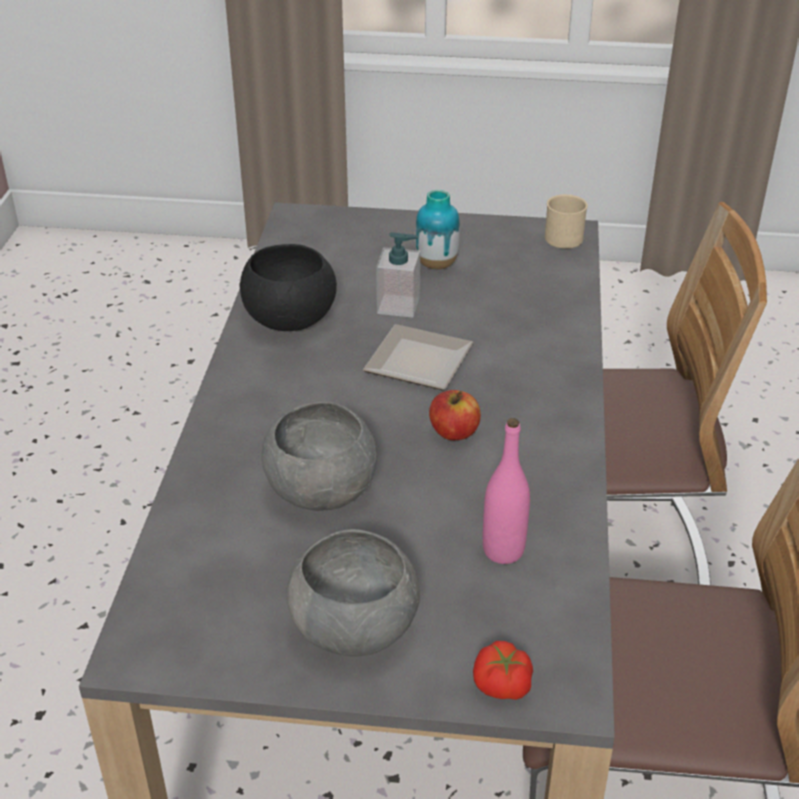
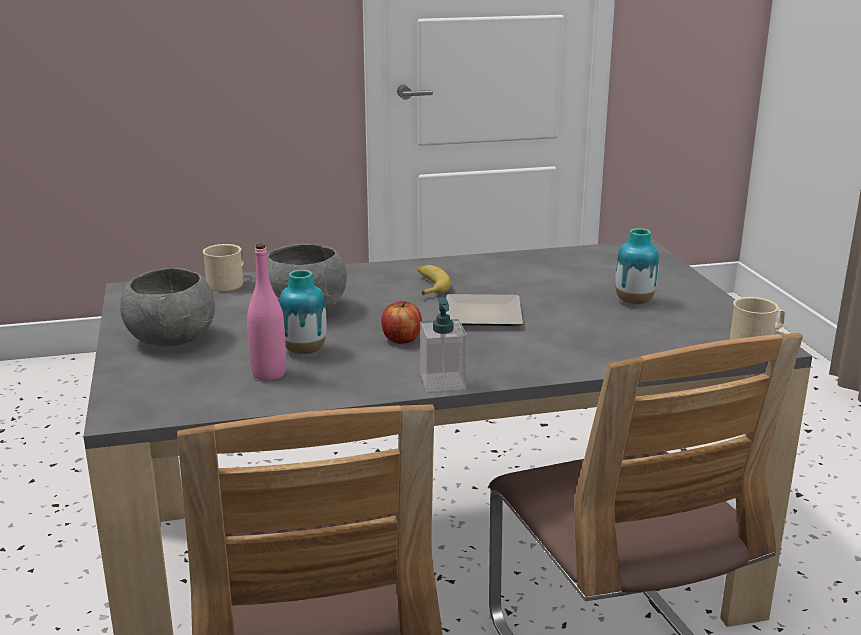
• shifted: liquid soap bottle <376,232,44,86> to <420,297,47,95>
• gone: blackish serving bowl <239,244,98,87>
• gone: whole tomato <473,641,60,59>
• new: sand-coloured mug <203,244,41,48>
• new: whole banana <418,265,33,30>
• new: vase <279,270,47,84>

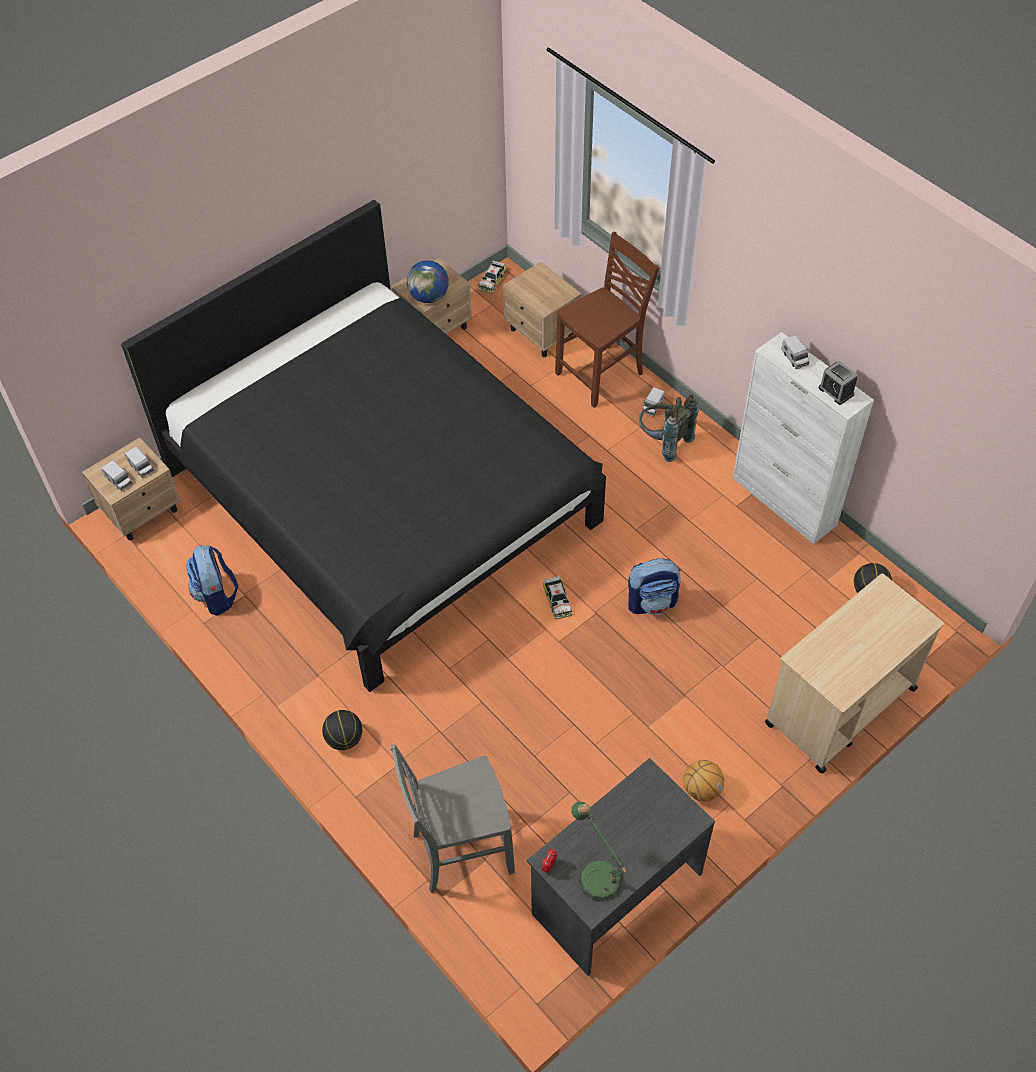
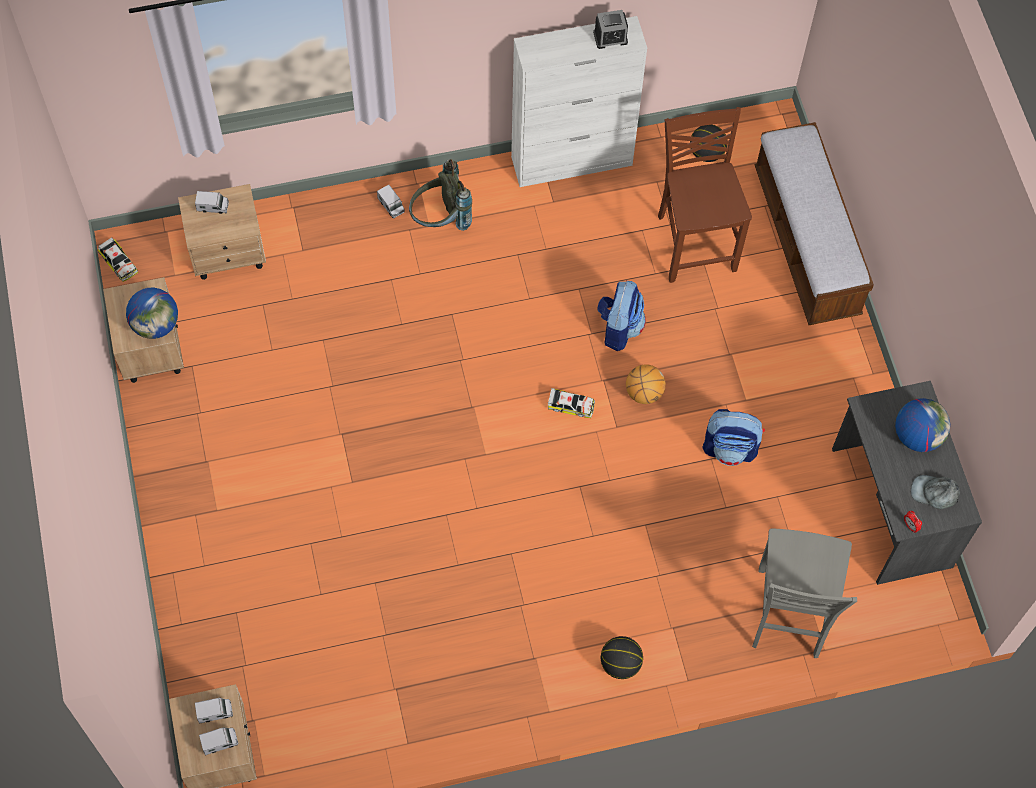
• gone: blackish sleeping bed <121,200,485,492>
• shifted: brown-coloured plain chair <555,232,104,176> to <658,107,94,176>
• shifted: model truck <781,335,28,34> to <195,191,34,23>
• shifted: knapsack <186,545,52,71> to <702,409,63,57>
• swapped: sand-coloured cart <765,573,179,201> to long seat <755,122,119,203>
• shifted: basketball ball <683,760,41,42> to <626,364,40,40>
• swapped: table lamp <571,801,57,101> to gray cap <911,475,49,34>
• new: desk globe <895,398,55,54>

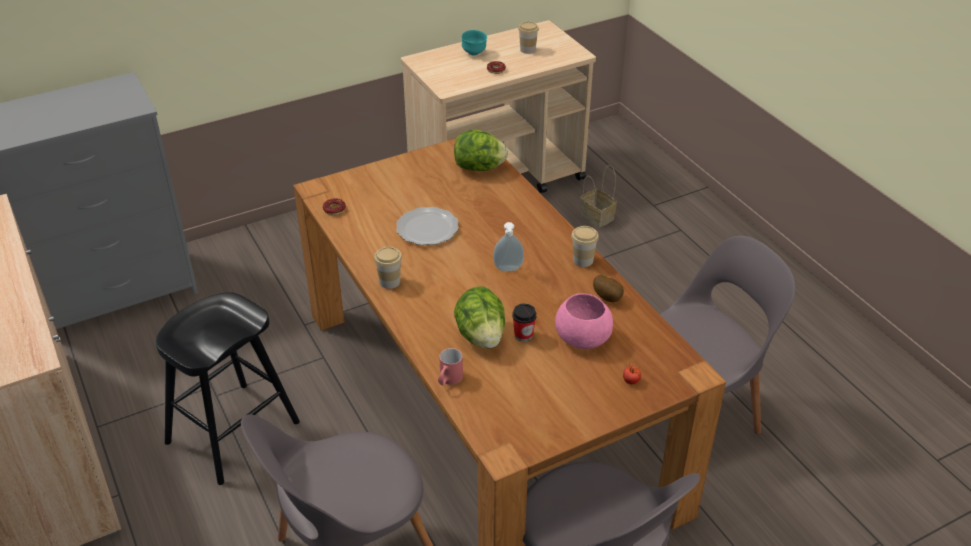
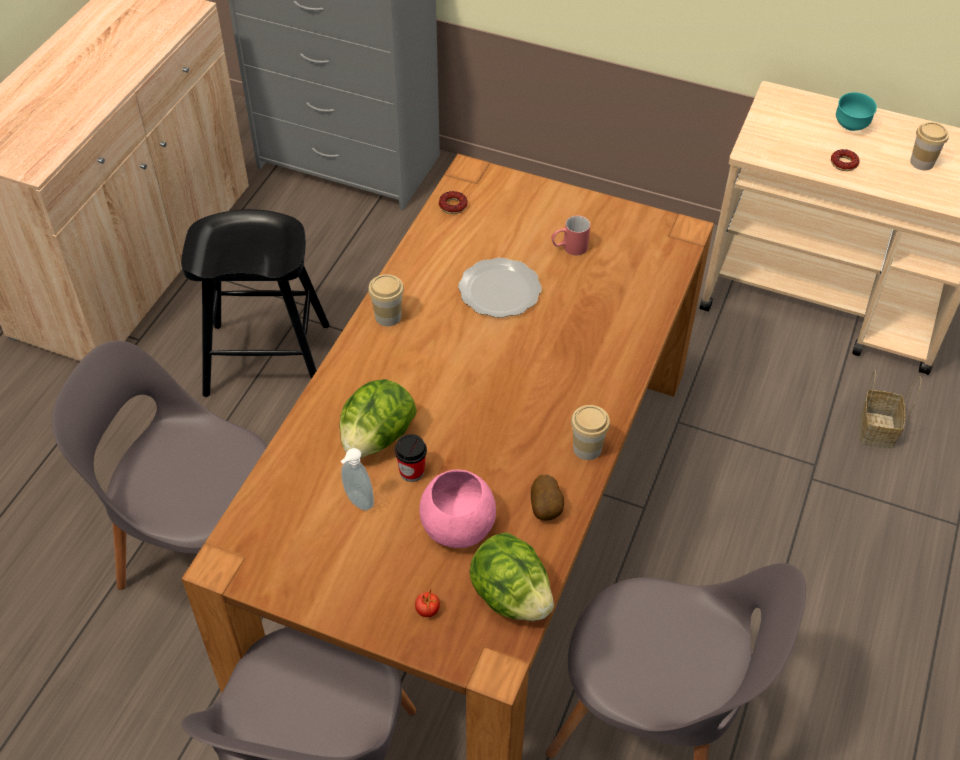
• shifted: lettuce head <454,130,54,41> to <469,533,85,88>
• shifted: liquid soap bottle <493,222,31,49> to <341,448,33,63>
• shifted: reddish mug <438,348,25,37> to <551,216,39,39>

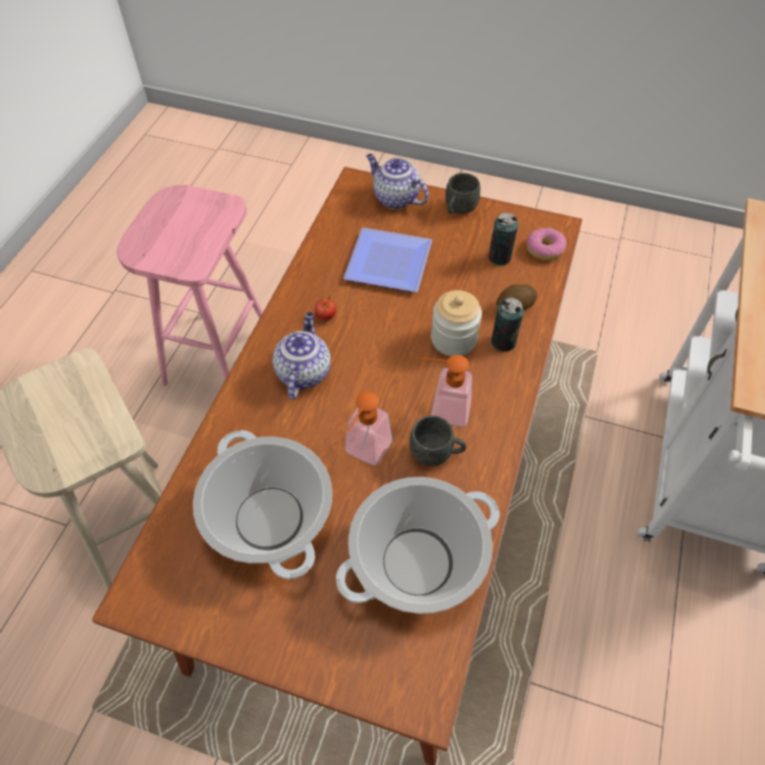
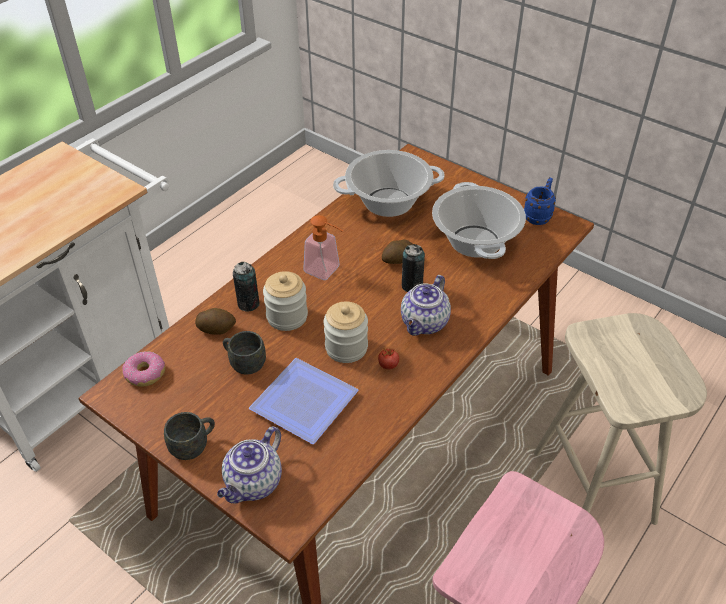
• rotated: teapot <366,154,63,55> = <217,427,65,77> 60 degrees clockwise
• shifted: sealed can <489,212,29,54> to <401,244,24,48>
• swapped: liquid soap bottle <345,392,47,73> to potato <382,240,31,24>
• shifted: gray mug <410,415,57,51> to <223,331,43,44>
• new: bluish mug <524,177,32,48>
• new: jar <323,301,45,62>

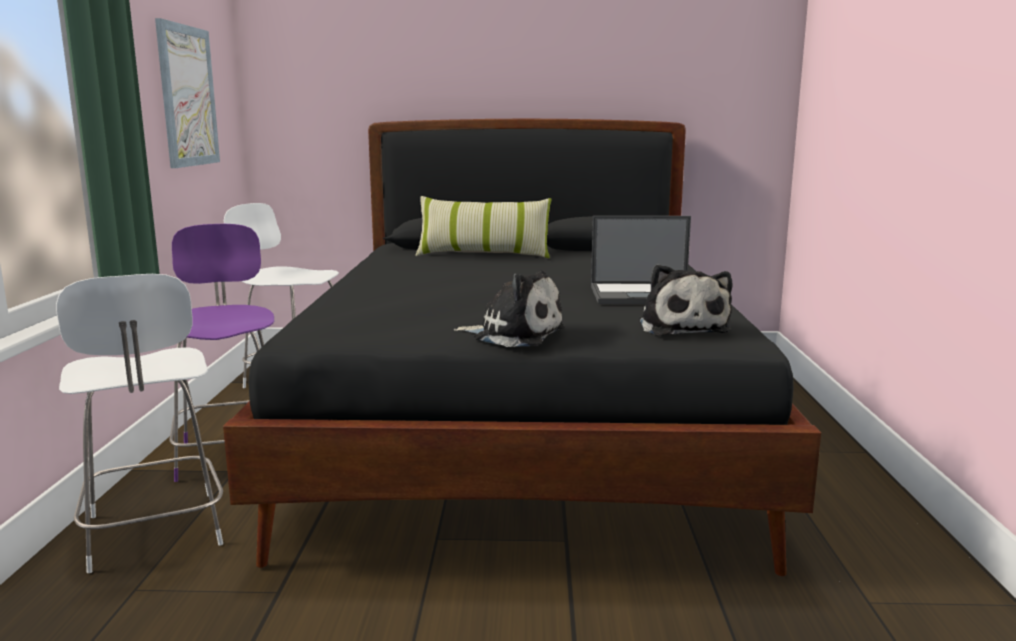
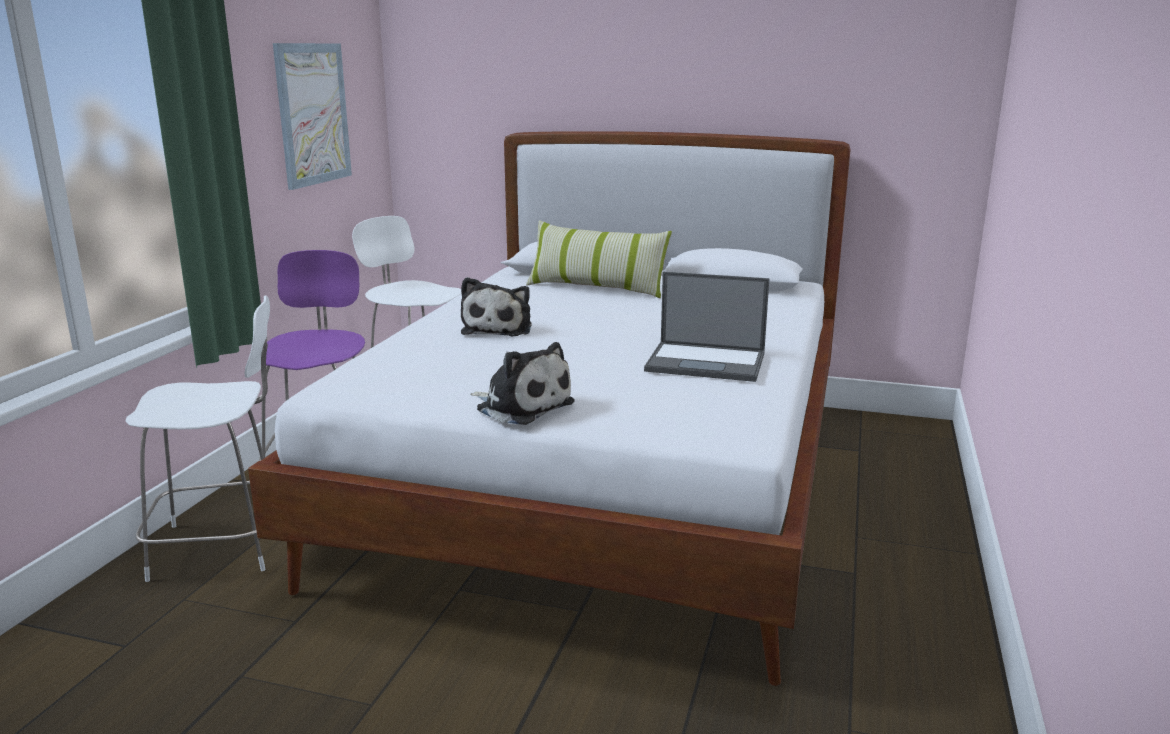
• repainted: blackish sleeping bed <223,119,598,457> to white-coloured sleeping bed <248,131,603,555>
• shifted: plush toy <639,264,94,72> to <461,277,70,59>
• rotated: white-coloured plain chair <56,274,167,299> = <125,295,145,287> 90 degrees counterclockwise

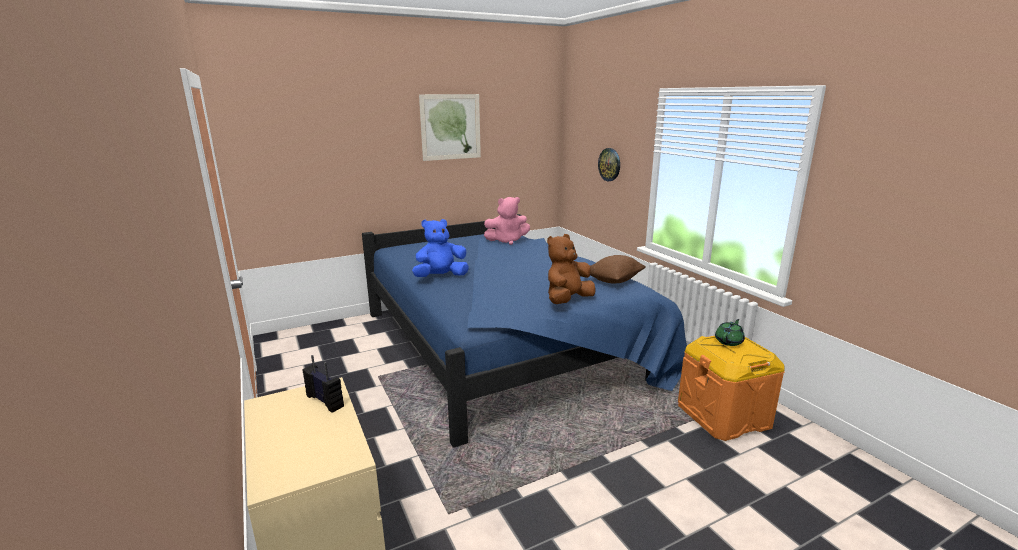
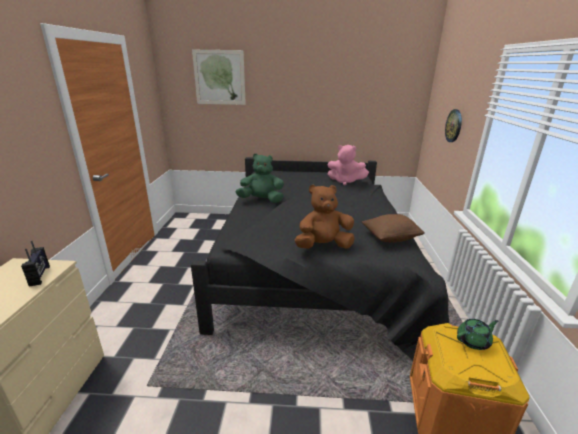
• shifted: wall art <419,94,62,67> to <192,50,54,55>
• repainted: bluish sleeping bed <362,214,325,234> to blackish sleeping bed <191,157,259,203>
• repainted: bluish plush toy <412,219,57,58> to greenish plush toy <236,153,48,50>

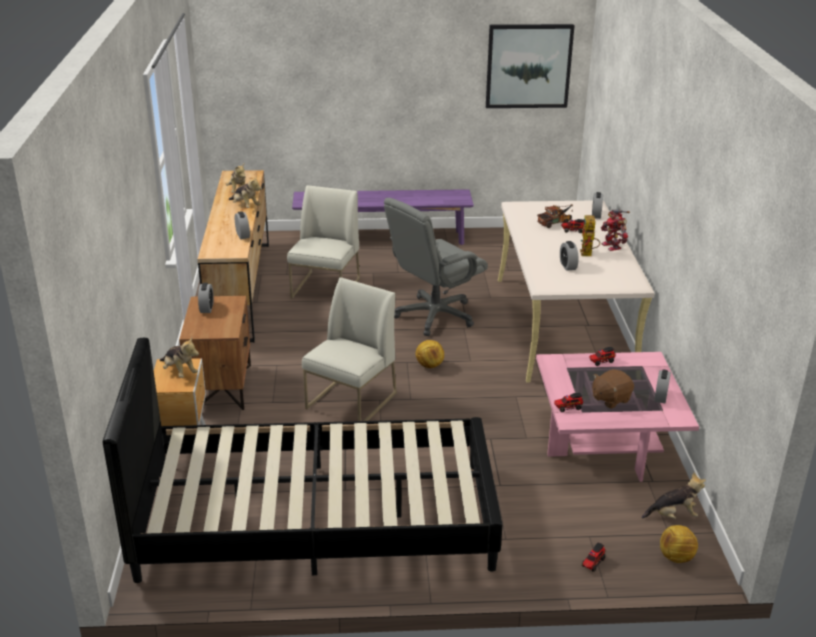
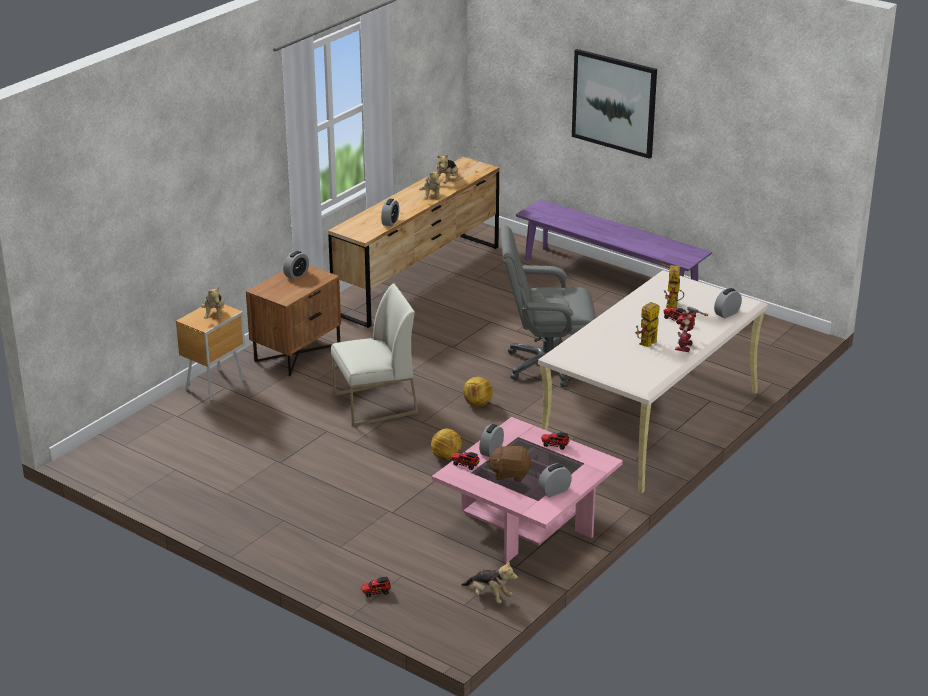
• shifted: wall art <486,24,89,84> to <572,49,85,110>
• gone: white-coloured plain chair <287,185,73,114>
• swapped: model truck <537,204,36,24> to robot figure <664,265,20,43>
• shifted: alarm clock <560,241,19,30> to <479,424,25,33>
• gone: blackish sleeping bed <103,338,400,245>
• shifted: football <660,525,38,38> to <431,429,31,31>

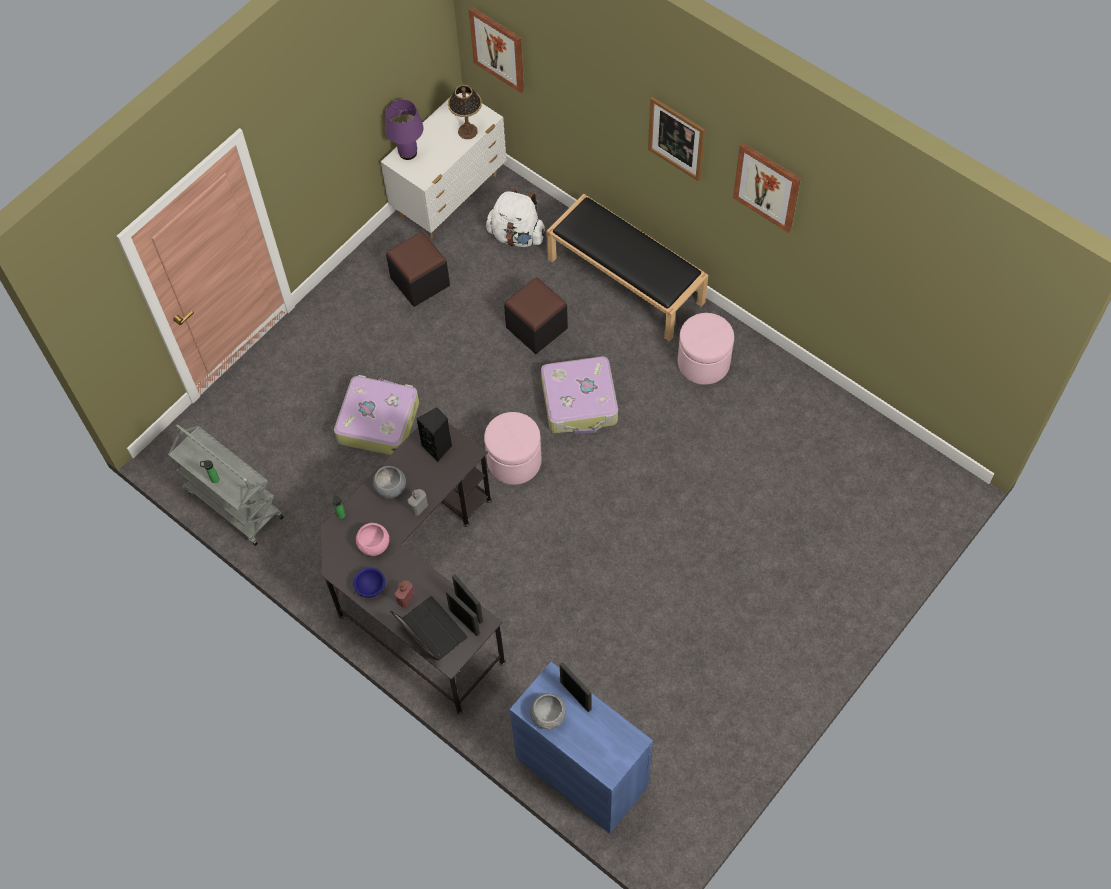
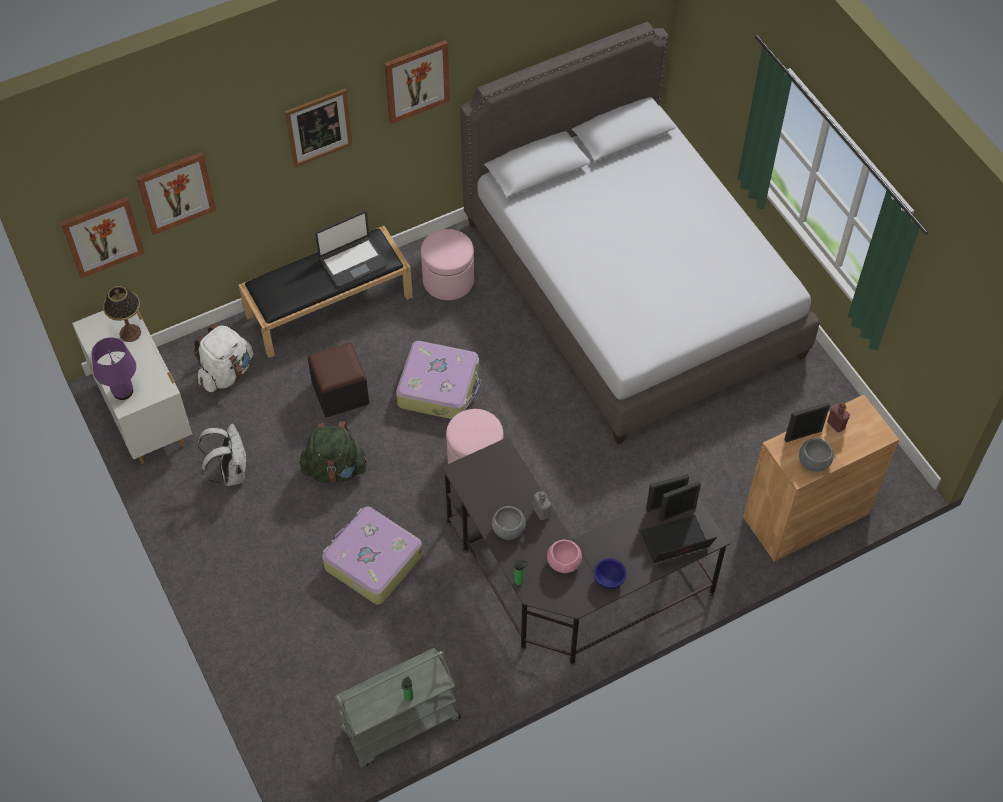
• swapped: blackish footrest <386,231,64,76> to white-coloured knapsack <198,424,48,62>
• gone: blackish audio speaker <417,407,35,55>
• shifted: reddish beverage bottle <394,580,21,28> to <827,402,23,30>
• repainted: bluish cabinet <509,662,144,171> to brown-coloured cabinet <743,395,156,167>
• new: gray sleeping bed <460,22,360,422>
• new: wall art <136,152,80,83>
• new: notebook computer <315,211,72,76>
• new: greenish knapsack <299,421,69,62>

